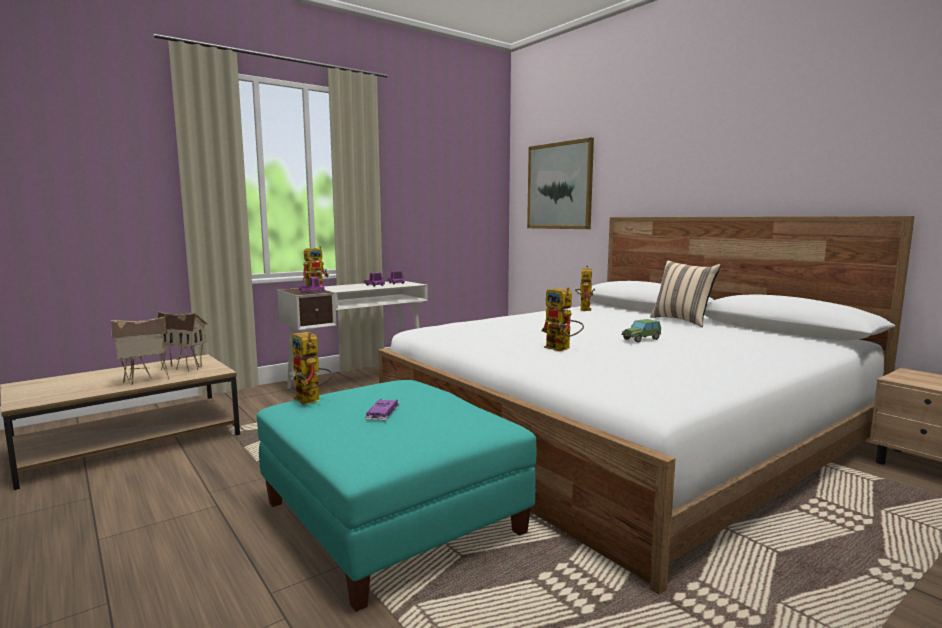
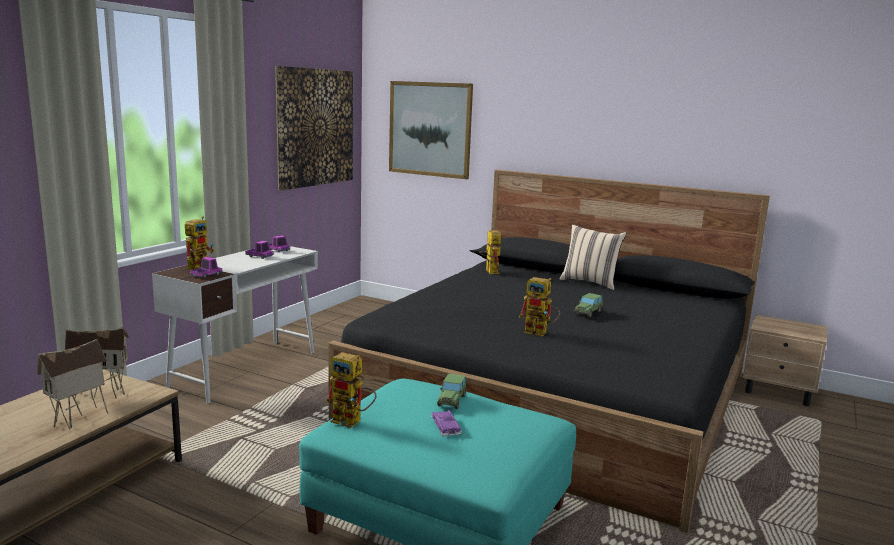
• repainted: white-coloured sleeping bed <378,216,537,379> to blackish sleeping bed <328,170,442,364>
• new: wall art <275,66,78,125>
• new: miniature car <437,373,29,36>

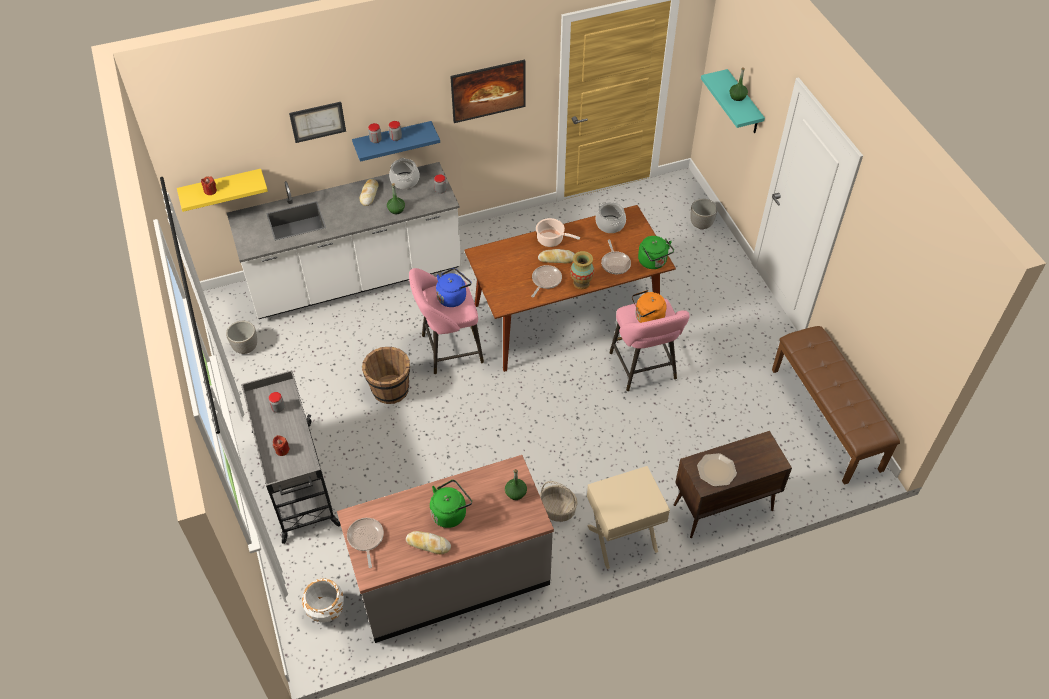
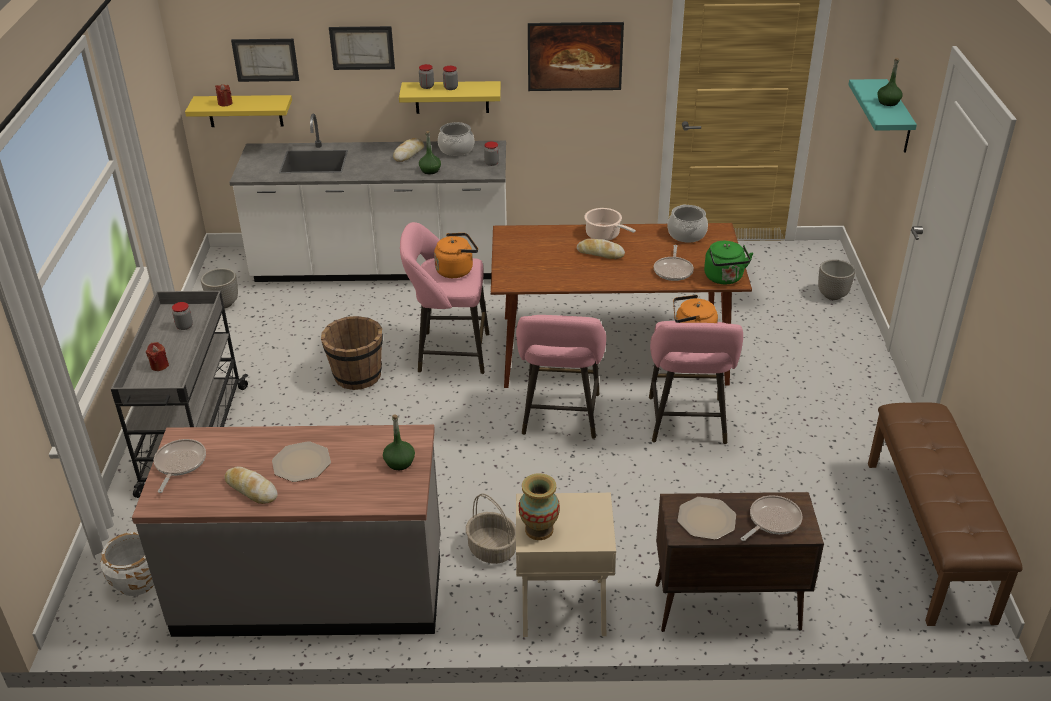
• repainted: bluish wall shelf <352,121,88,41> to yellow-coloured wall shelf <399,81,102,33>
• shifted: vase <570,251,24,38> to <519,473,41,67>
• shifted: pan <531,265,31,32> to <740,495,62,46>
• repainted: bluish water kettle <436,268,35,39> to orange water kettle <434,233,44,45>
• swapped: greenish water kettle <430,480,42,48> to plate <272,441,59,41>
• new: wall art <231,39,68,43>
• new: pink stool seat <516,315,90,124>

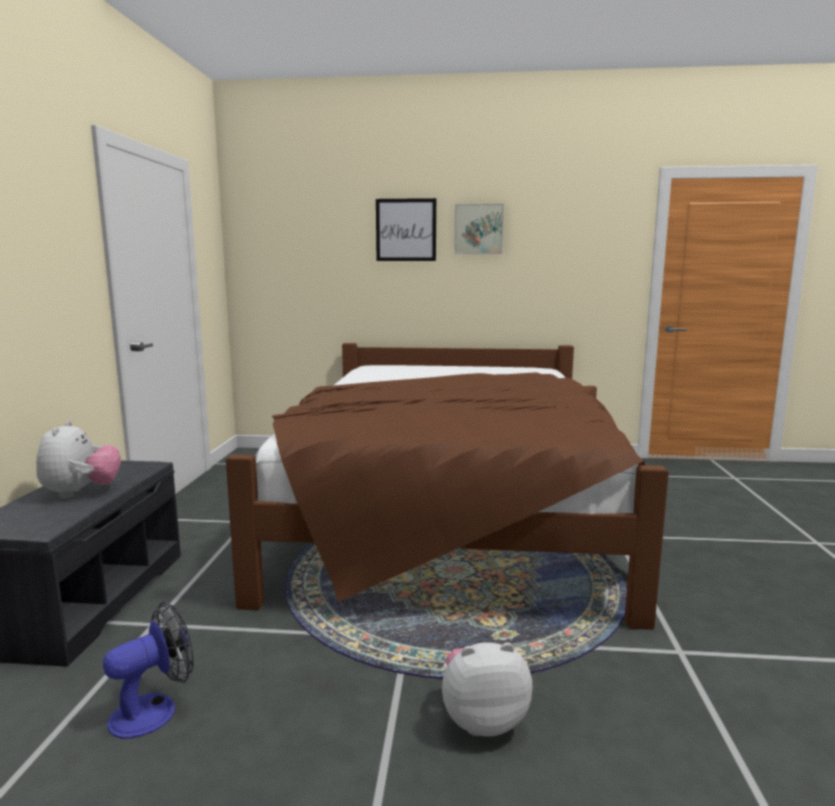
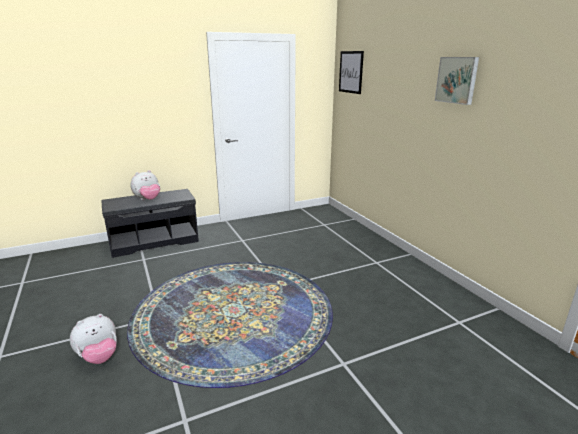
• shifted: wall art <376,198,60,63> to <339,51,25,43>
• gone: brown-coloured sleeping bed <226,343,443,287>
• gone: fan <103,602,91,137>
• rotated: plush toy <442,642,91,95> = <70,314,47,50> 90 degrees clockwise

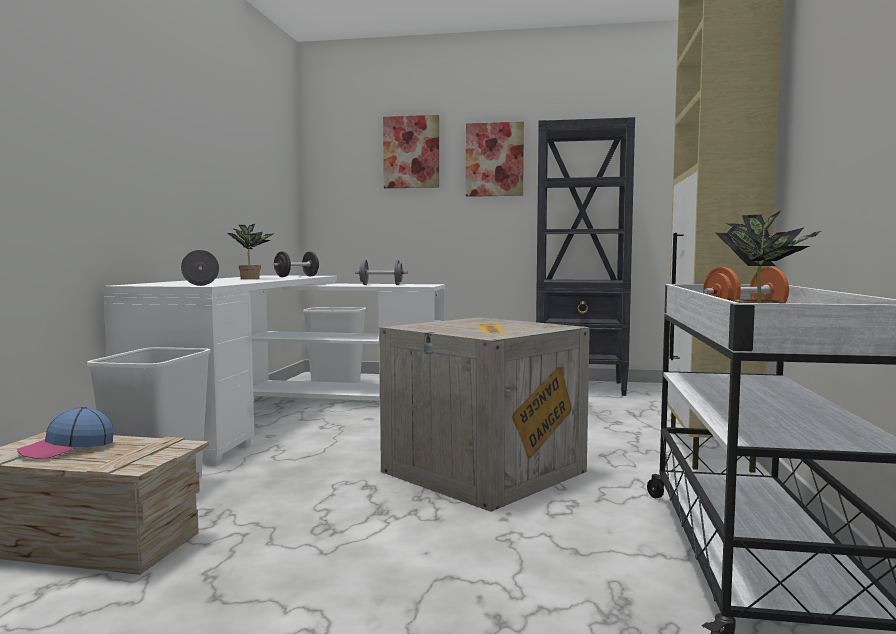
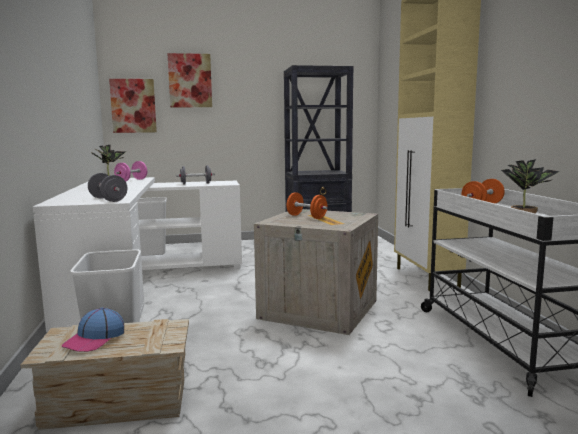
• shifted: wall art <466,122,58,75> to <109,79,48,54>
• repainted: blackish free weight <273,252,46,25> to pink free weight <114,161,33,21>
• new: orange free weight <286,192,42,27>

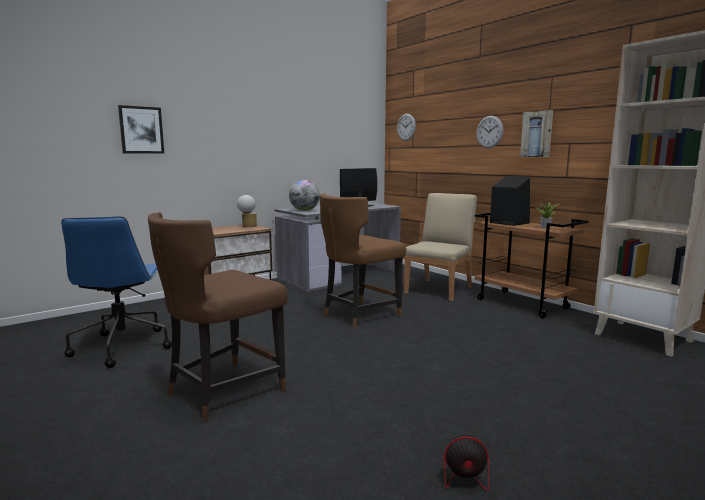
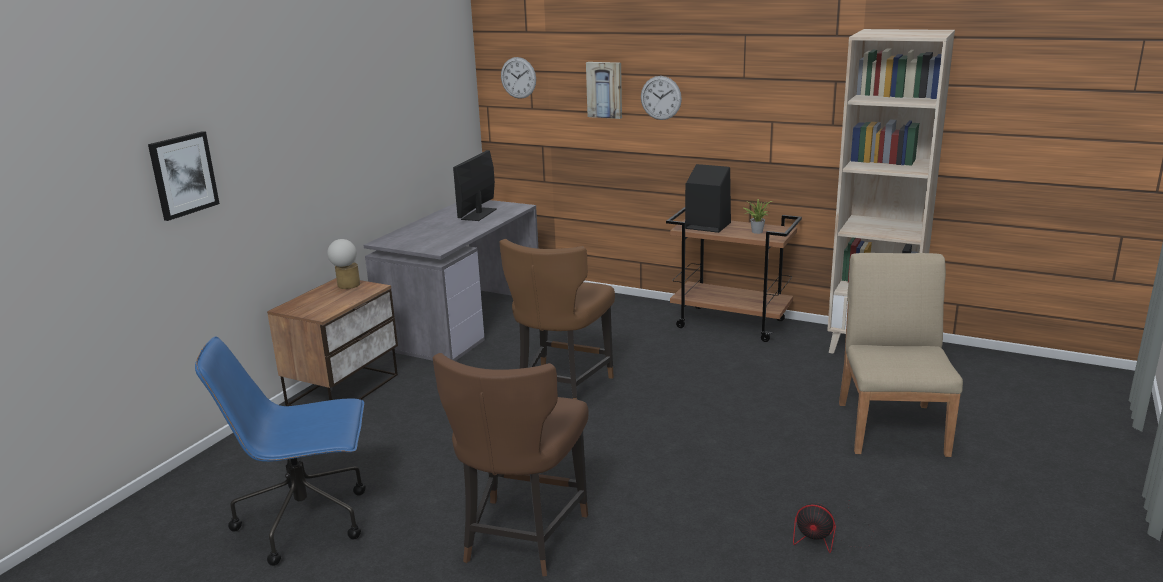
• shifted: wall art <520,110,33,47> to <586,62,36,57>
• gone: desk globe <289,180,31,31>
• shifted: sand-coloured plain chair <404,193,73,108> to <839,253,124,204>
• rotated: bluish computer chair <61,216,111,152> = <195,336,170,230> 120 degrees clockwise
• rotated: fan <443,427,76,64> = <793,501,80,52> 45 degrees clockwise

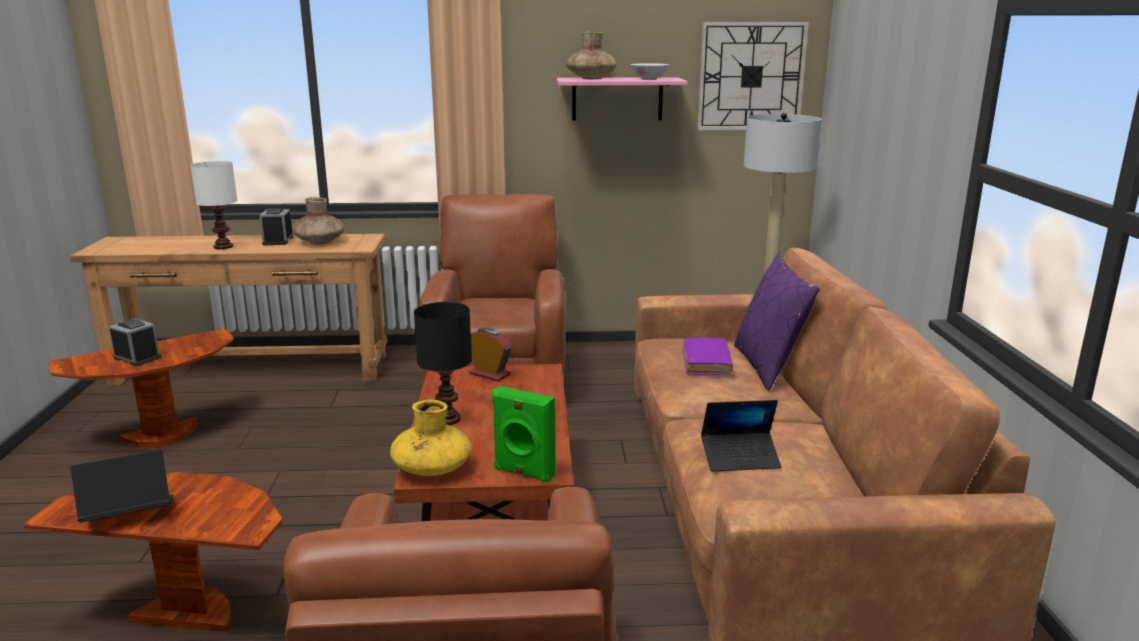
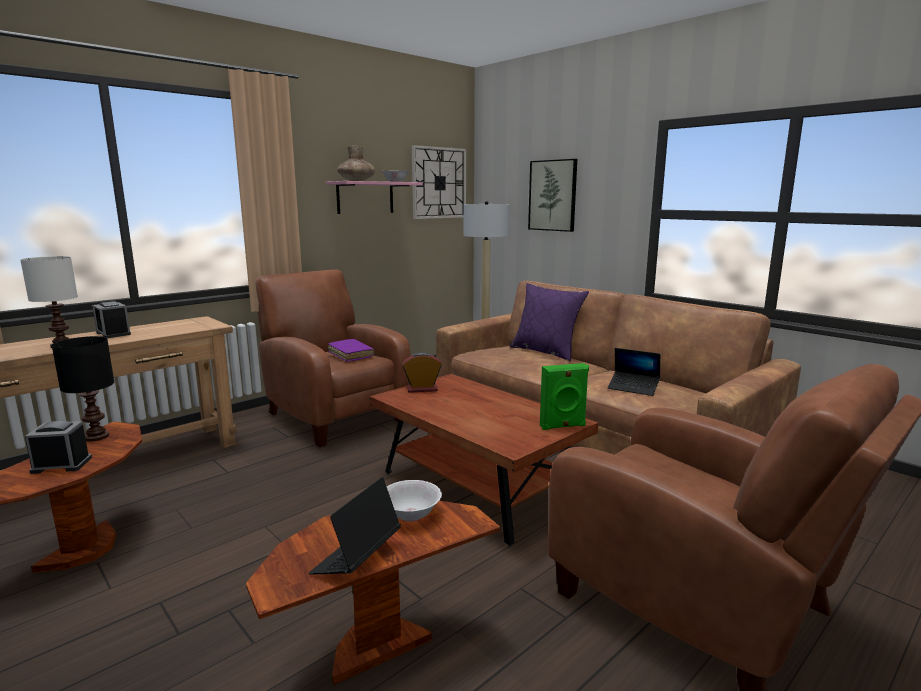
• gone: brown-coloured vase <292,197,52,47>
• shifted: blackish table lamp <414,302,58,123> to <52,336,62,105>
• shifted: purple-coloured bound book <683,338,50,37> to <328,339,46,23>
• gone: yellow-coloured vase <390,400,82,76>
• rotated: notebook computer <701,400,81,72> = <608,348,52,48> 75 degrees clockwise
• new: wall art <528,159,49,73>
• new: white-coloured serving bowl <387,480,55,42>

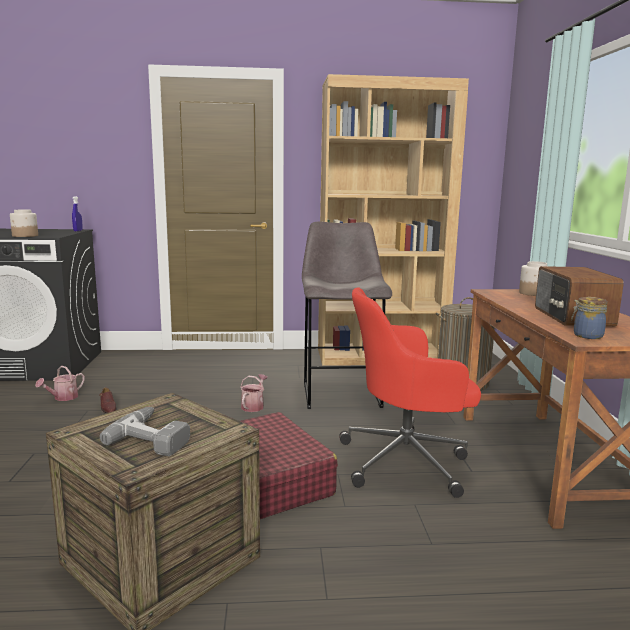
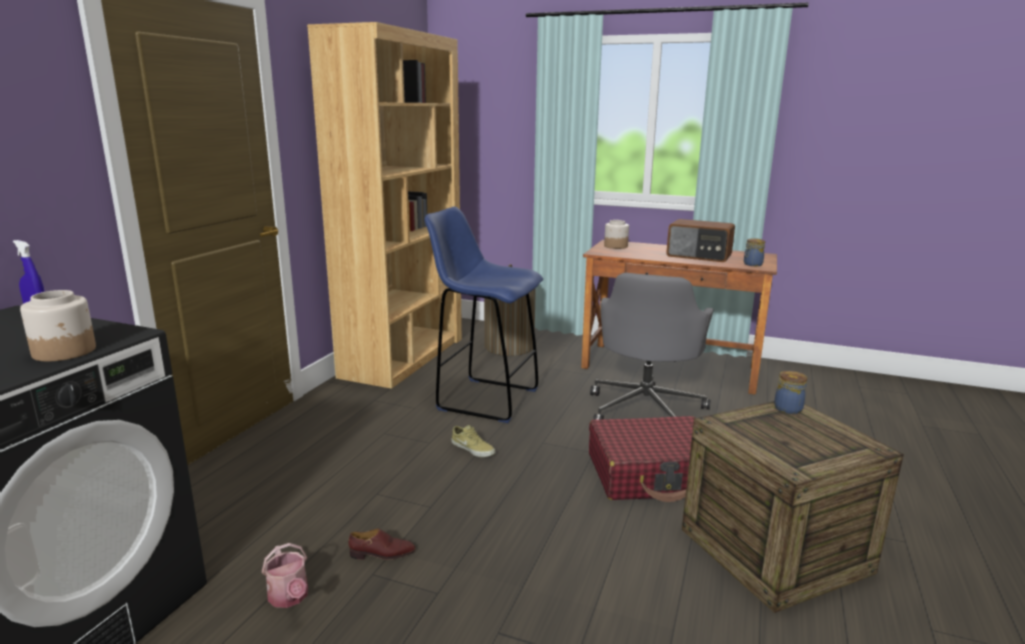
• repainted: gray stool seat <302,221,90,188> to bluish stool seat <425,207,118,216>
• repainted: reddish computer chair <339,288,142,210> to gray computer chair <590,273,124,147>
• swapped: sprinkling can <241,374,27,38> to sand-coloured item of footwear <451,425,45,32>
• gone: drill <100,407,90,49>
• new: jar <774,371,33,43>

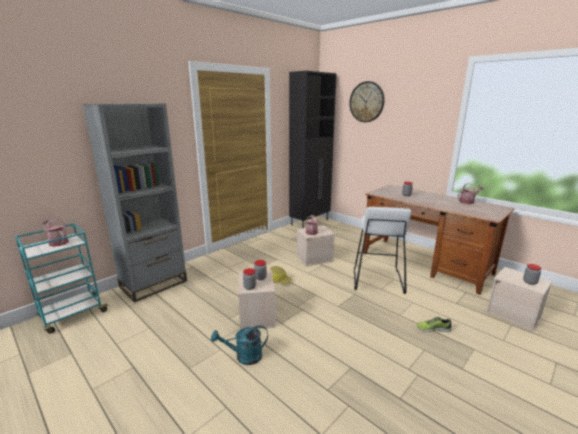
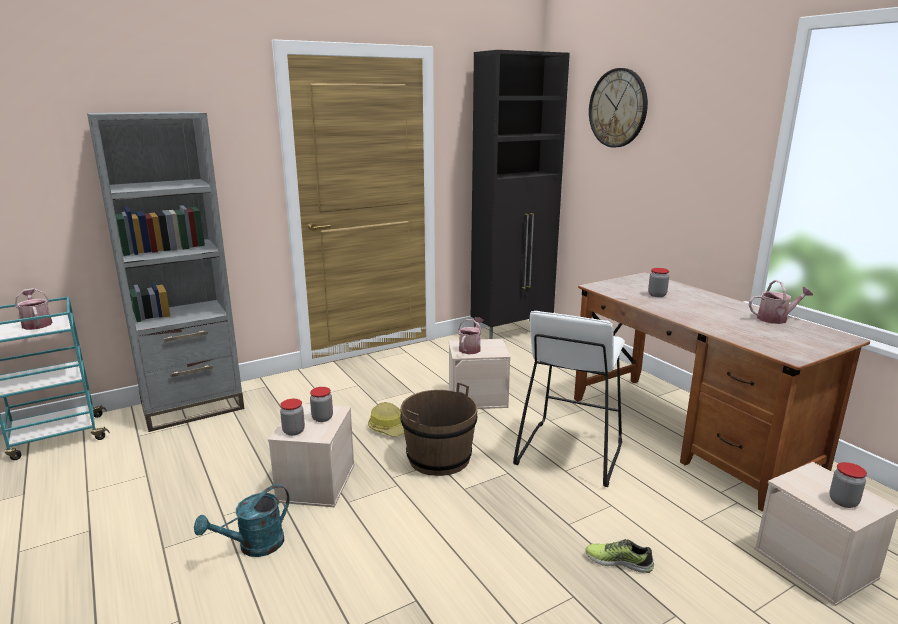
• rotated: turquoise-coloured sprinkling can <211,325,57,40> = <194,484,96,73> 45 degrees counterclockwise
• new: brown-coloured water bucket <400,382,78,94>

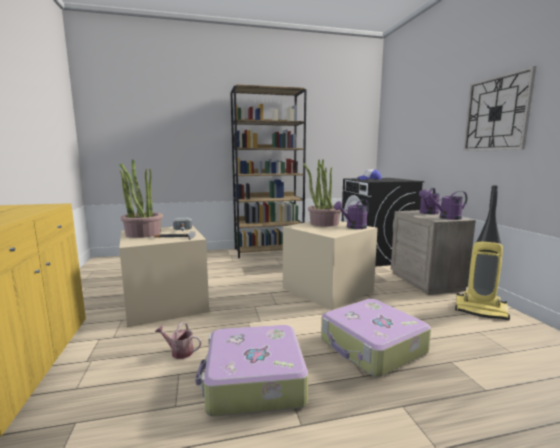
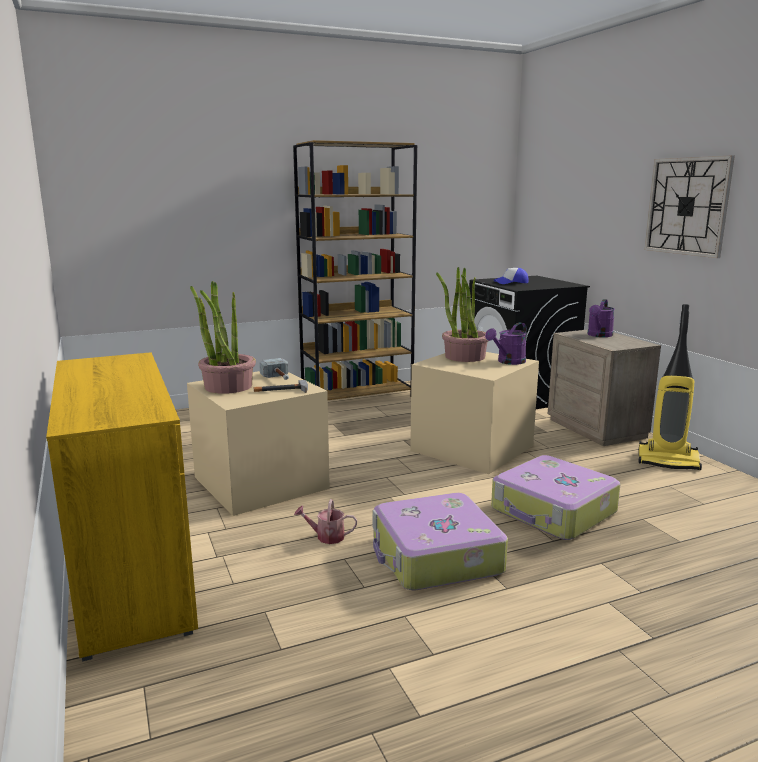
• gone: purple-coloured sprinkling can <424,191,43,29>

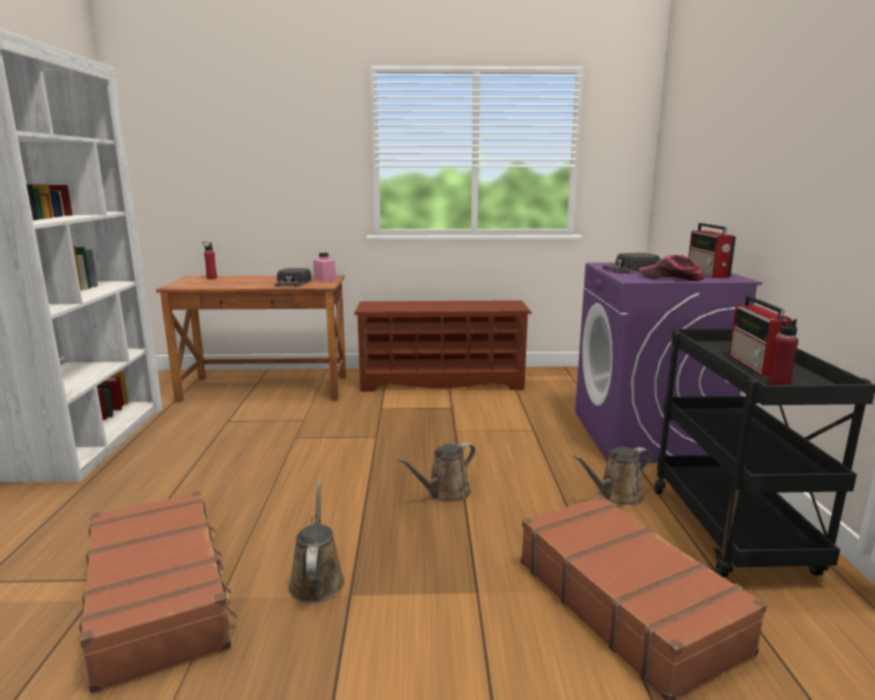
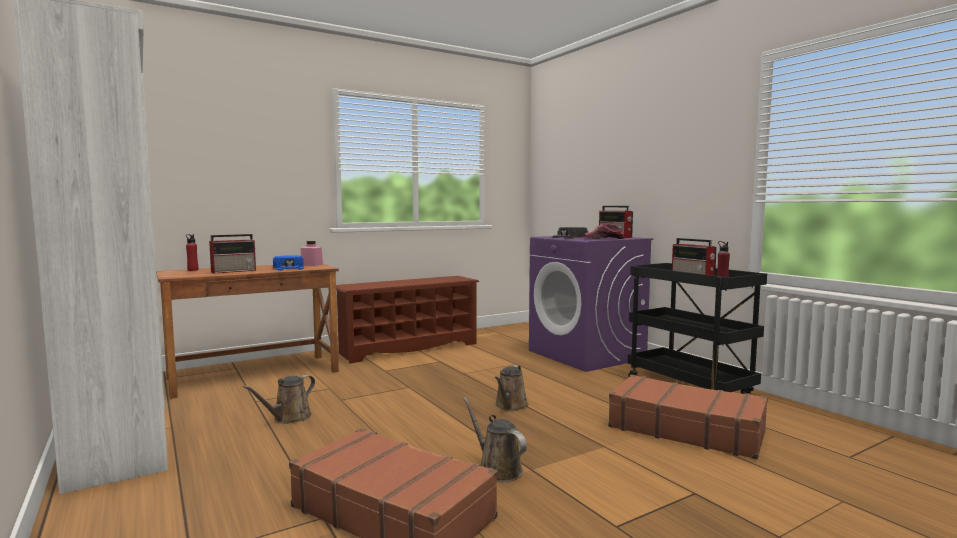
• repainted: blackish cap <275,268,36,19> to bluish cap <273,255,31,16>
• shifted: brown-coloured sprinkling can <573,447,78,58> to <243,375,72,49>
• new: radio set <209,234,47,40>

